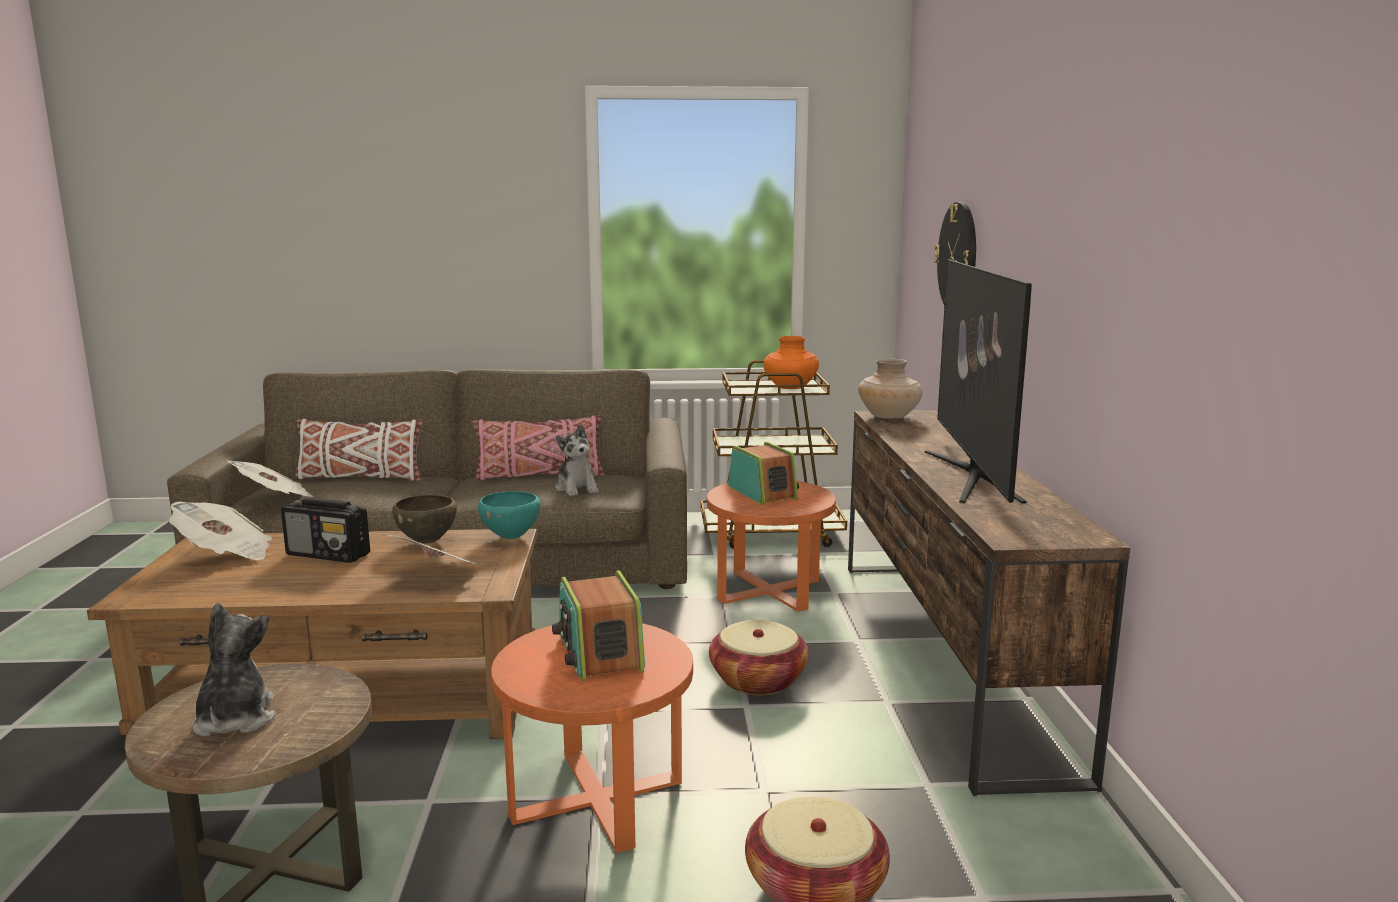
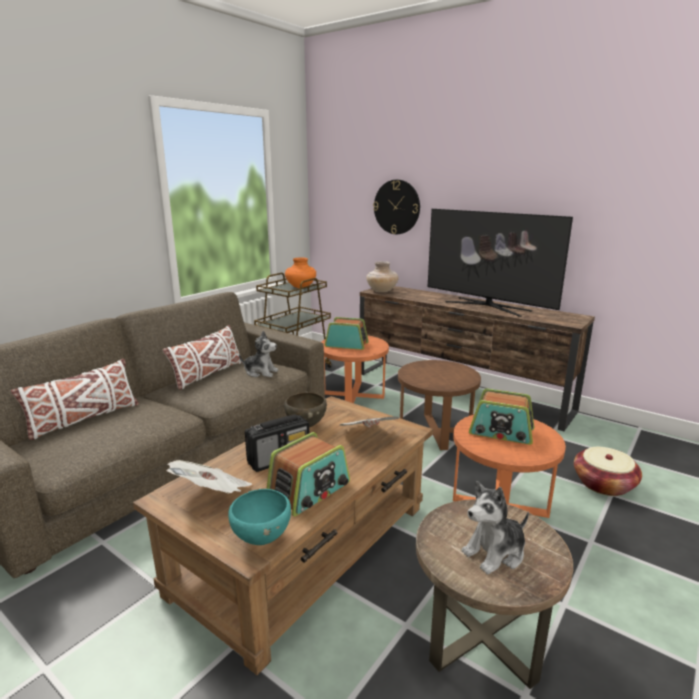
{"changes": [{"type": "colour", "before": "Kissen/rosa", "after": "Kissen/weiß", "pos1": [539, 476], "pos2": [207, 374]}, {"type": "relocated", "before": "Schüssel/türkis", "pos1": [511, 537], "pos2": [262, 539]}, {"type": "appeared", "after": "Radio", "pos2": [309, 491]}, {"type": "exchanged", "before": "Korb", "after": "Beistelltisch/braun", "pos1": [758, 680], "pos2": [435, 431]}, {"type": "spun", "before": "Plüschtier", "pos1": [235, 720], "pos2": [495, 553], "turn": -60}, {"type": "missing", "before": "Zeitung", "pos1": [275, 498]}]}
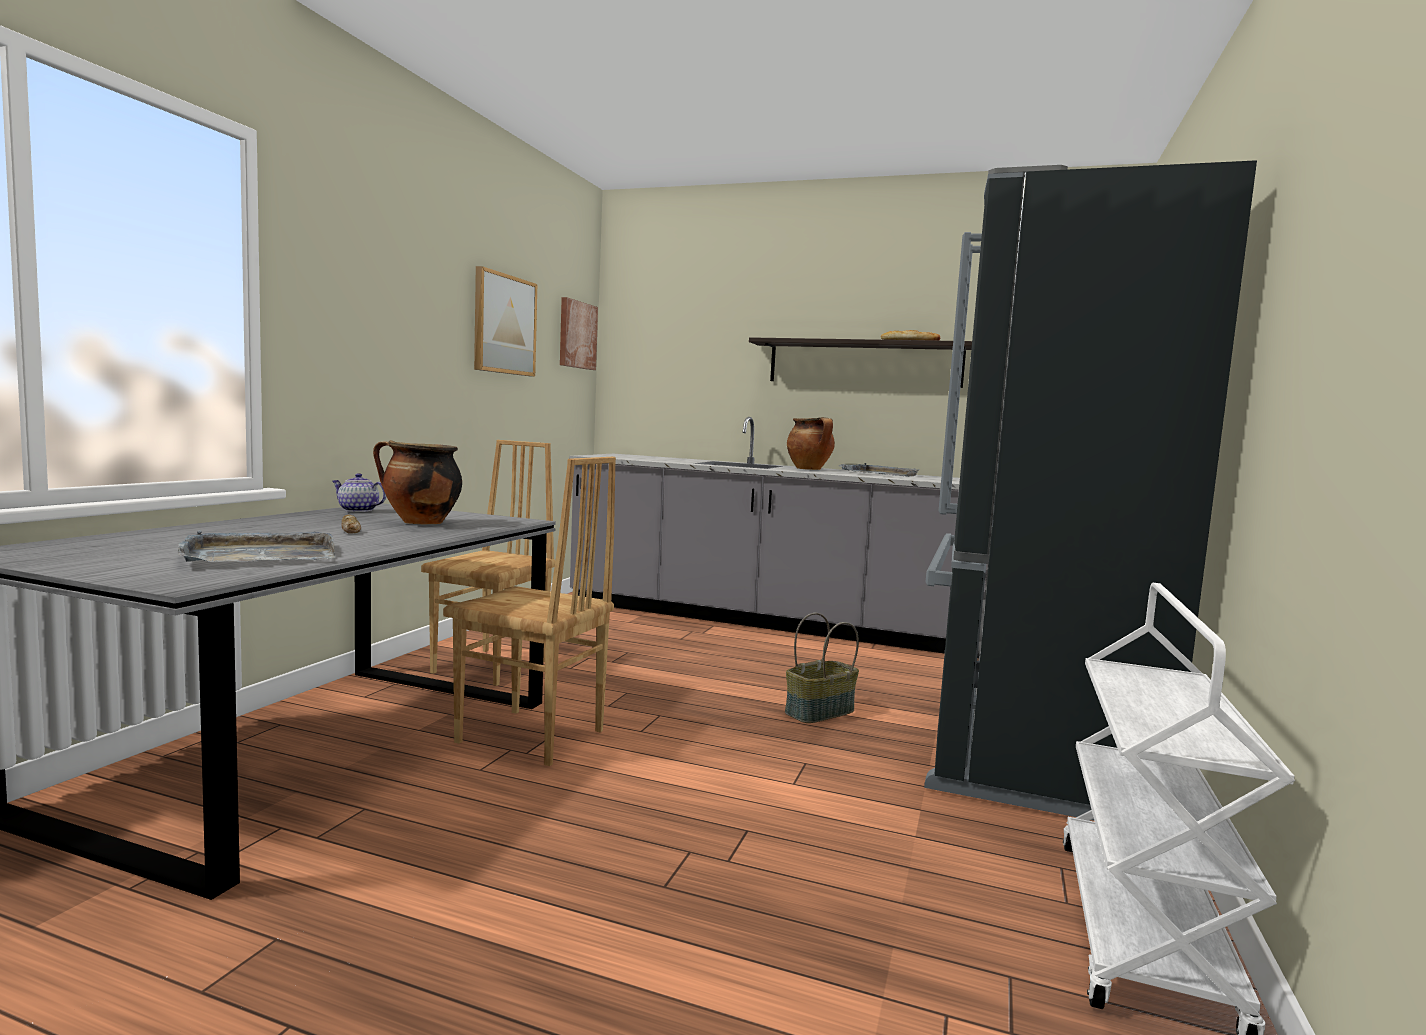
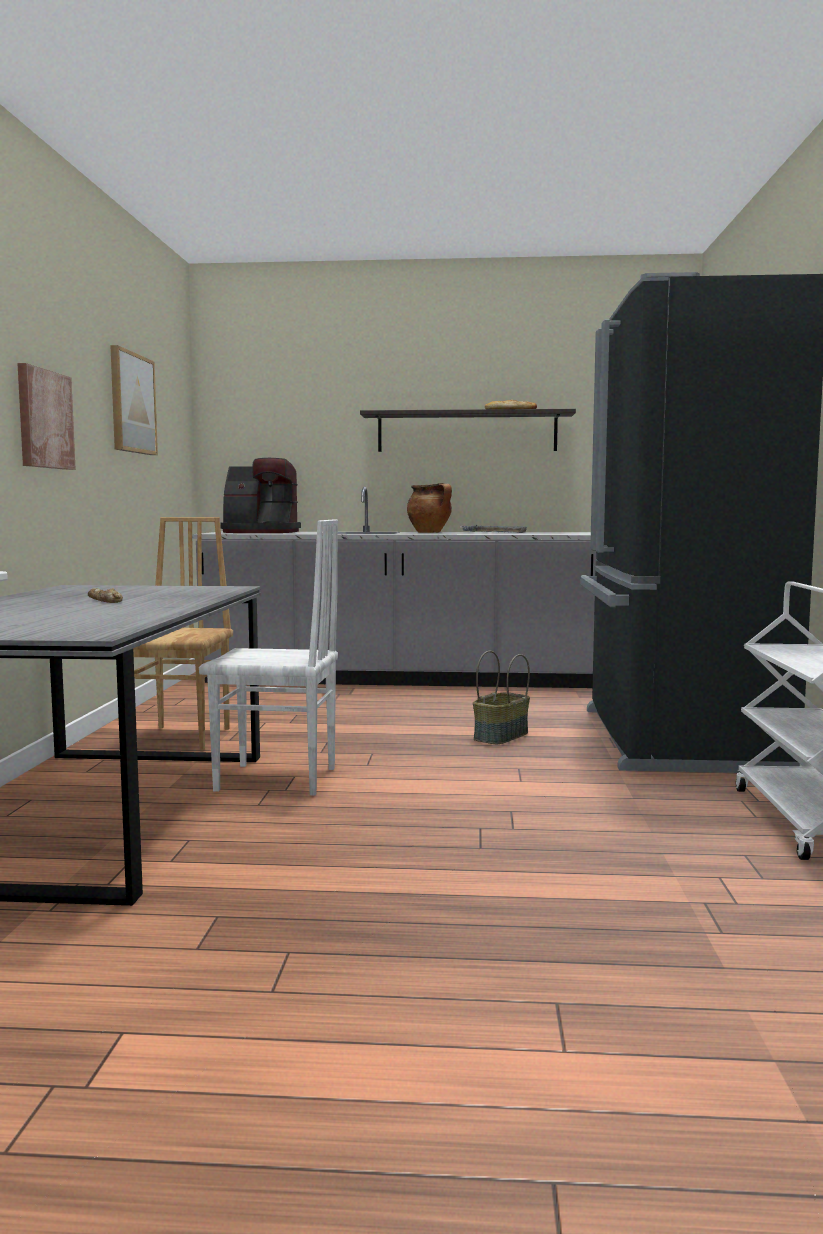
{"changes": [{"type": "relocated", "before": "Bild", "pos1": [577, 335], "pos2": [44, 419]}, {"type": "colour", "before": "Stuhl/braun", "after": "Stuhl/weiß", "pos1": [530, 737], "pos2": [277, 780]}, {"type": "appeared", "after": "Kaffeemaschine", "pos2": [260, 532]}, {"type": "missing", "before": "Tablett/grau", "pos1": [259, 555]}, {"type": "missing", "before": "Teekanne", "pos1": [357, 510]}, {"type": "missing", "before": "Kochtopf", "pos1": [420, 522]}]}
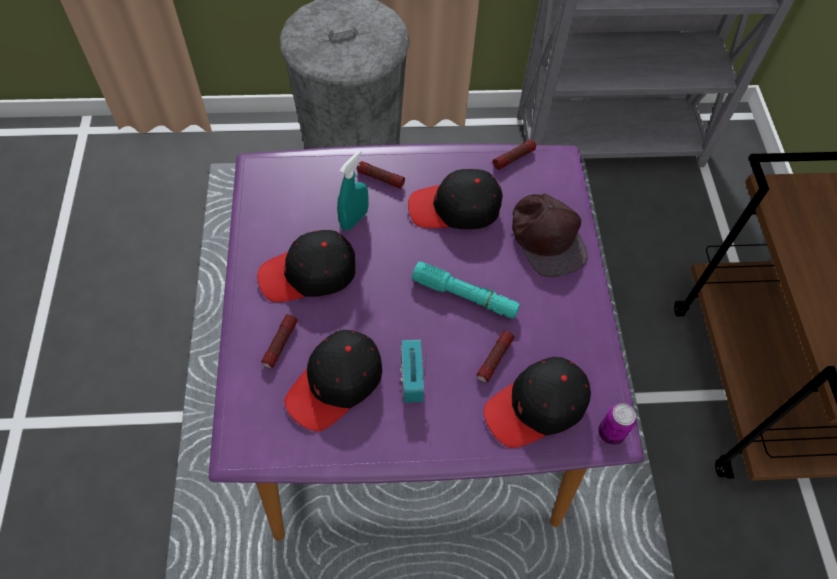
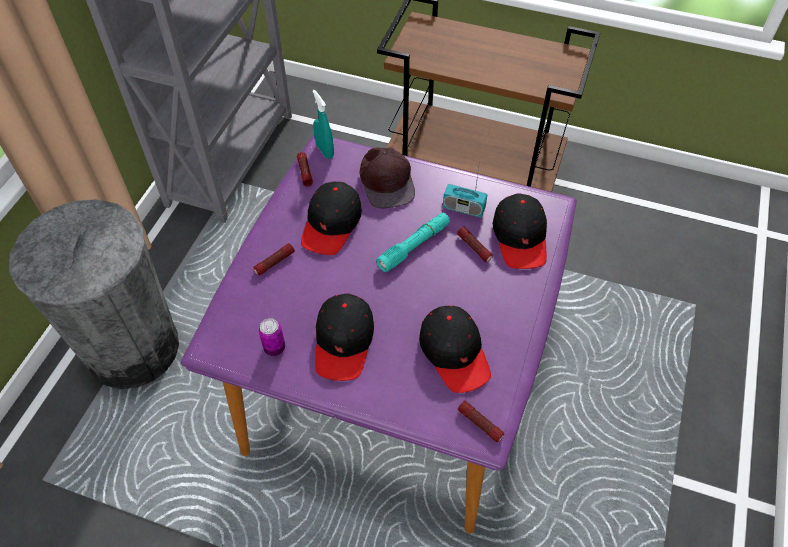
{"changes": [{"type": "relocated", "before": "Dose", "pos1": [610, 433], "pos2": [274, 348]}, {"type": "relocated", "before": "Sprühflasche/türkis", "pos1": [354, 219], "pos2": [325, 151]}, {"type": "spun", "before": "Kappe/braun", "pos1": [547, 237], "pos2": [387, 180], "turn": 75}, {"type": "relocated", "before": "Radio", "pos1": [411, 377], "pos2": [463, 208]}, {"type": "relocated", "before": "Taschenlampe", "pos1": [280, 344], "pos2": [480, 424]}]}
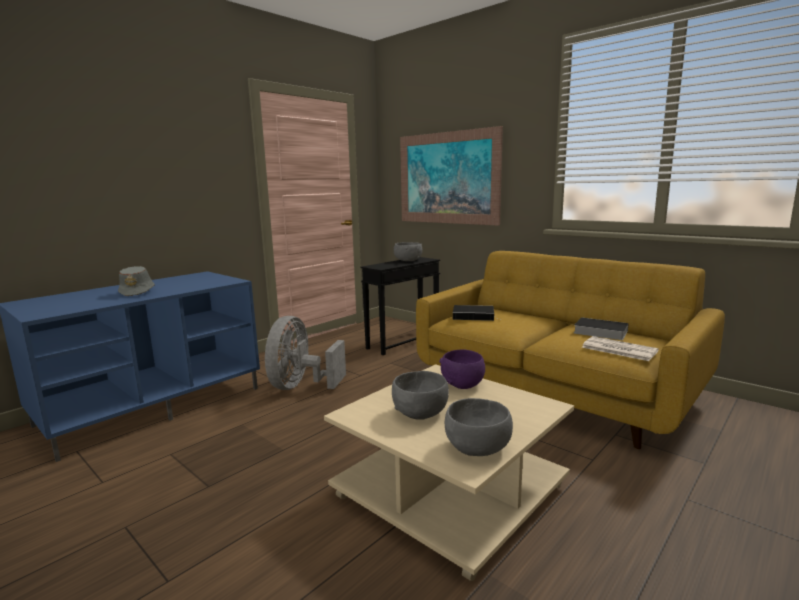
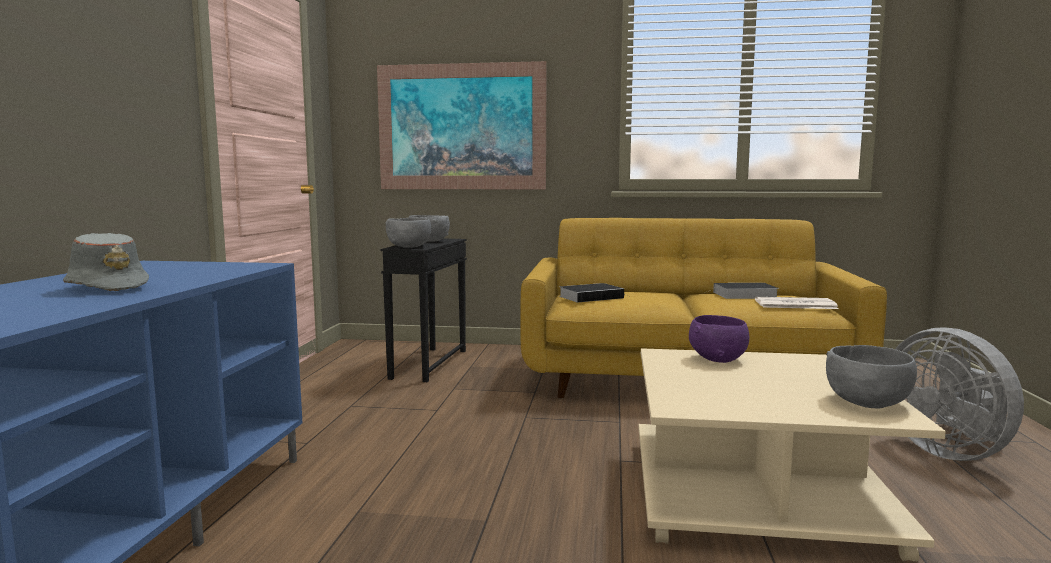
{"changes": [{"type": "relocated", "before": "Schüssel/grau", "pos1": [421, 413], "pos2": [409, 247]}, {"type": "relocated", "before": "Ventilator/grau", "pos1": [301, 386], "pos2": [948, 451]}]}
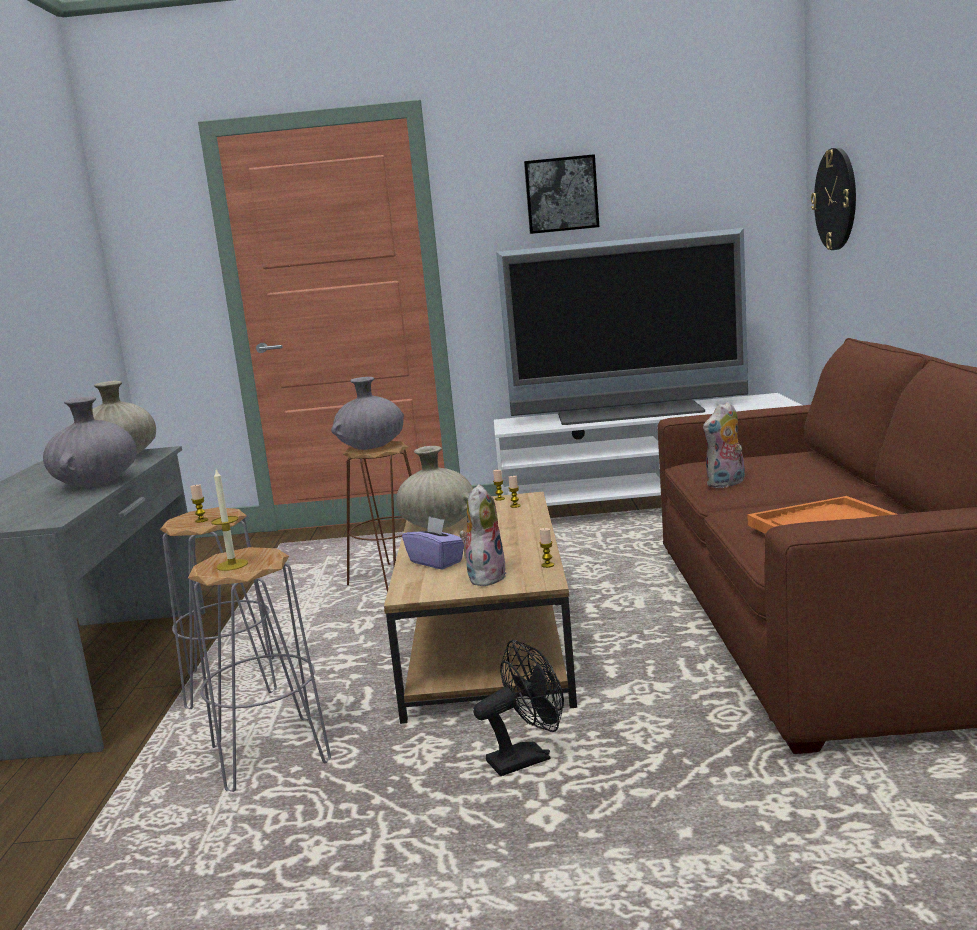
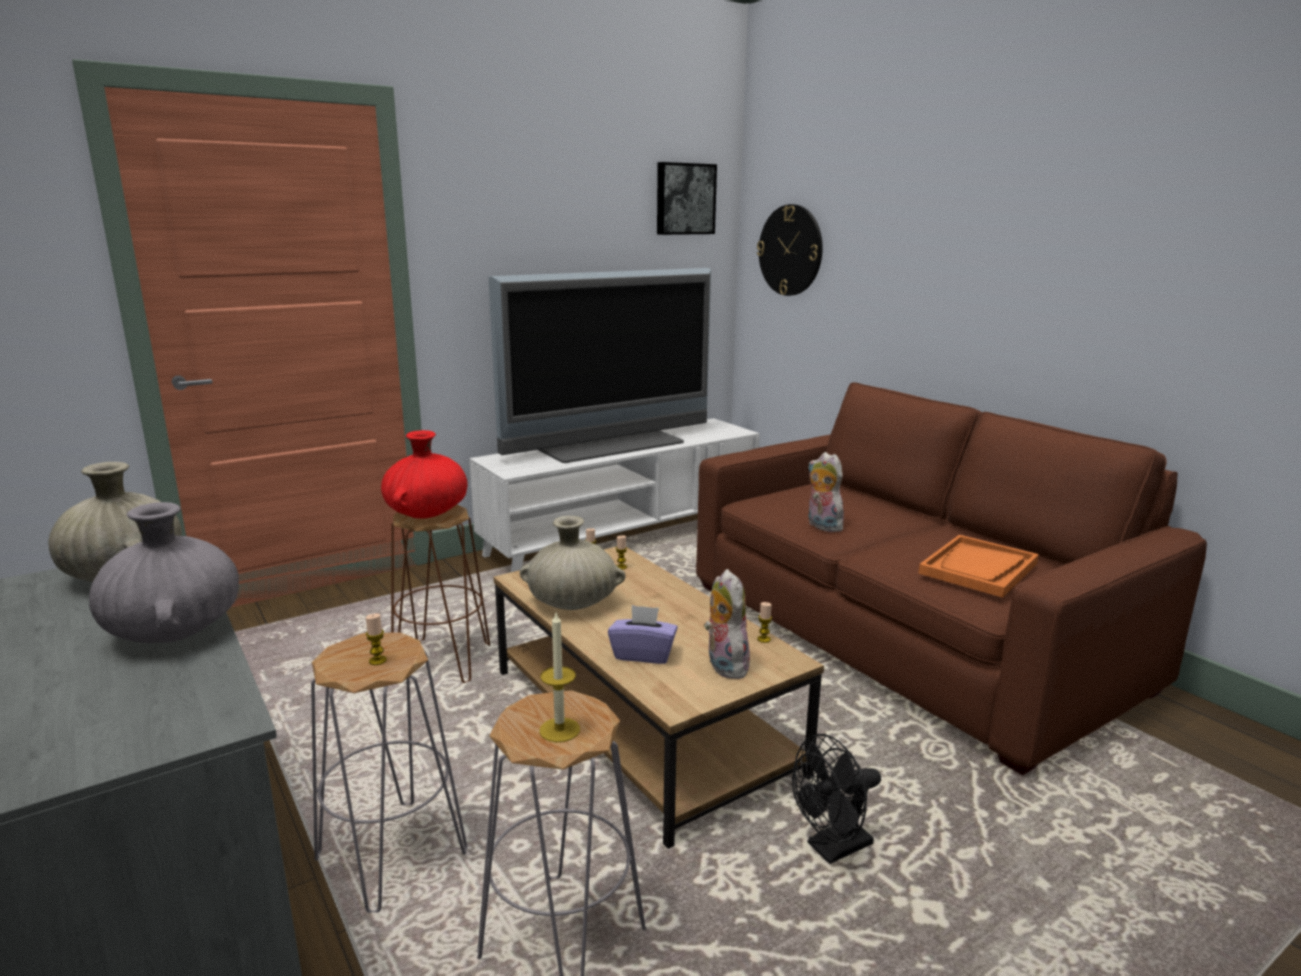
{"changes": [{"type": "colour", "before": "Vase/grau", "after": "Vase/rot", "pos1": [372, 447], "pos2": [427, 513]}, {"type": "relocated", "before": "Bild", "pos1": [561, 194], "pos2": [684, 199]}, {"type": "spun", "before": "Ventilator/schwarz", "pos1": [527, 758], "pos2": [832, 849], "turn": -150}, {"type": "spun", "before": "Plüschtier", "pos1": [726, 484], "pos2": [821, 526], "turn": 120}]}
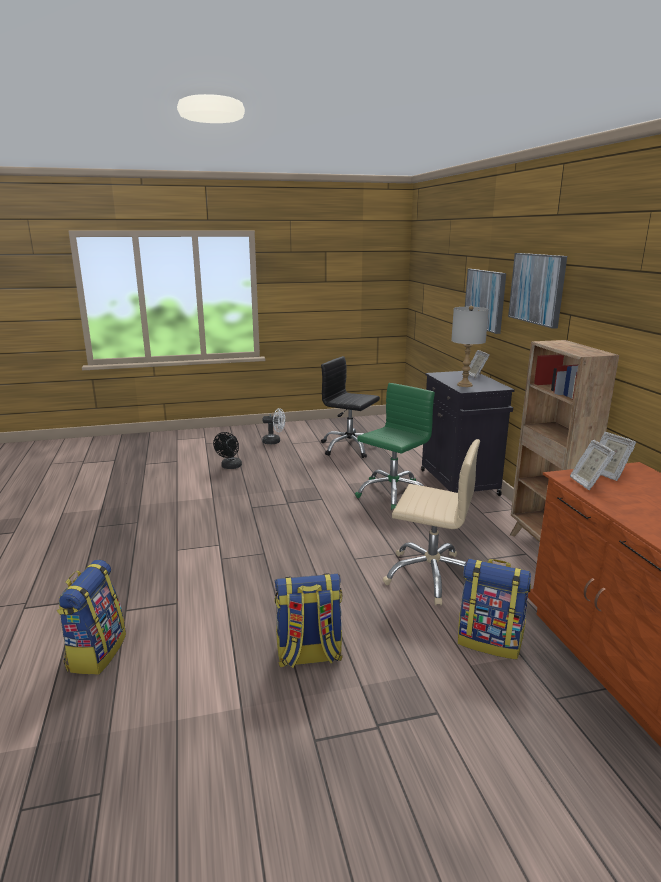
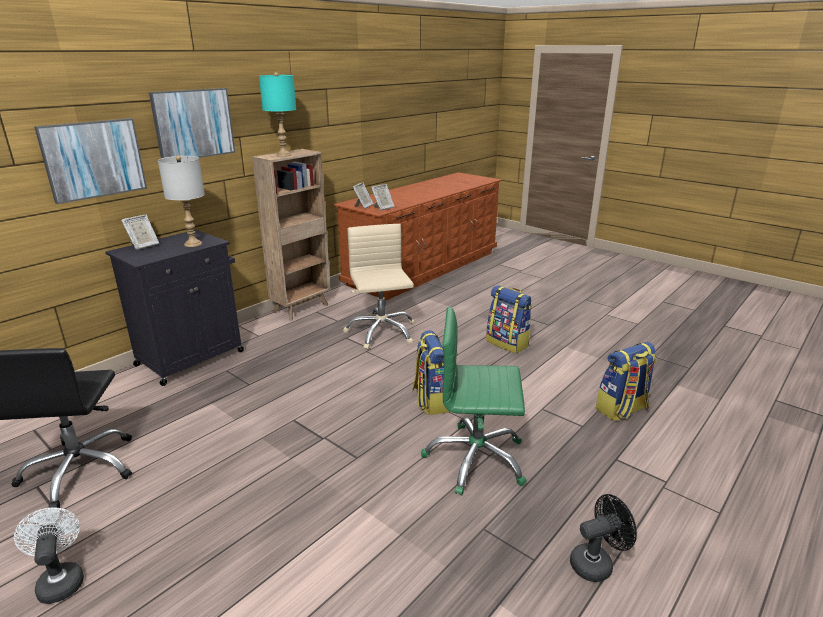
{"changes": [{"type": "appeared", "after": "Tischlampe/türkis", "pos2": [283, 155]}, {"type": "relocated", "before": "Rucksack", "pos1": [490, 641], "pos2": [431, 401]}, {"type": "relocated", "before": "Bürostuhl/grün", "pos1": [392, 493], "pos2": [475, 459]}, {"type": "relocated", "before": "Ventilator/schwarz", "pos1": [230, 467], "pos2": [596, 563]}]}
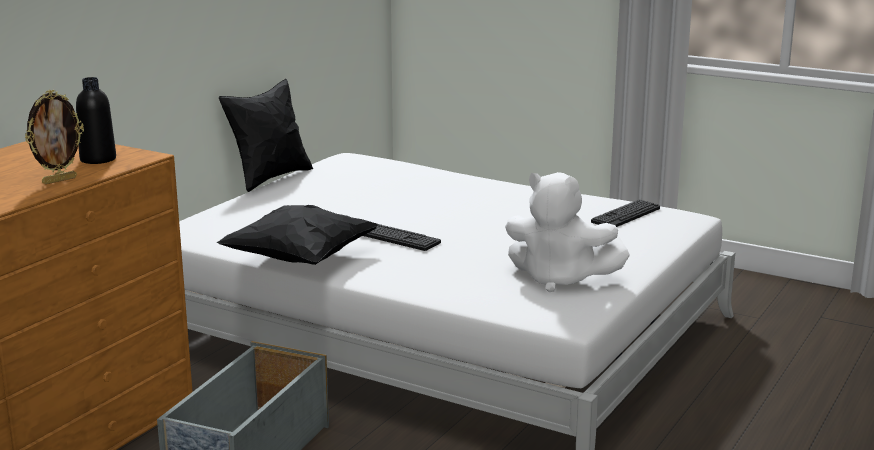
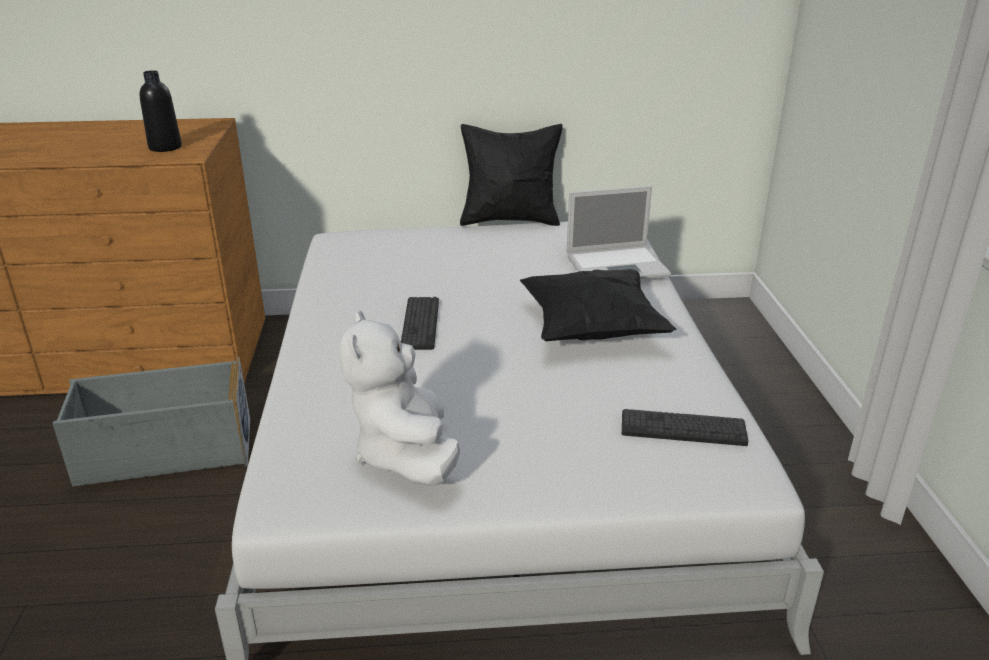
{"changes": [{"type": "relocated", "before": "Kissen/schwarz", "pos1": [300, 260], "pos2": [592, 330]}, {"type": "appeared", "after": "Laptop", "pos2": [619, 265]}, {"type": "missing", "before": "Bilderrahmen", "pos1": [59, 180]}]}
